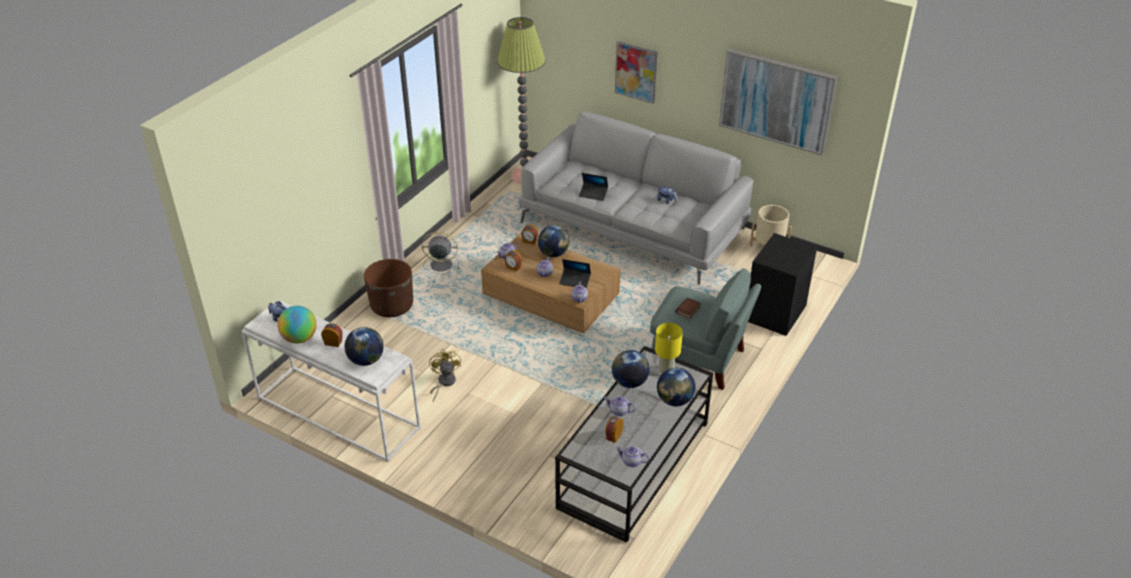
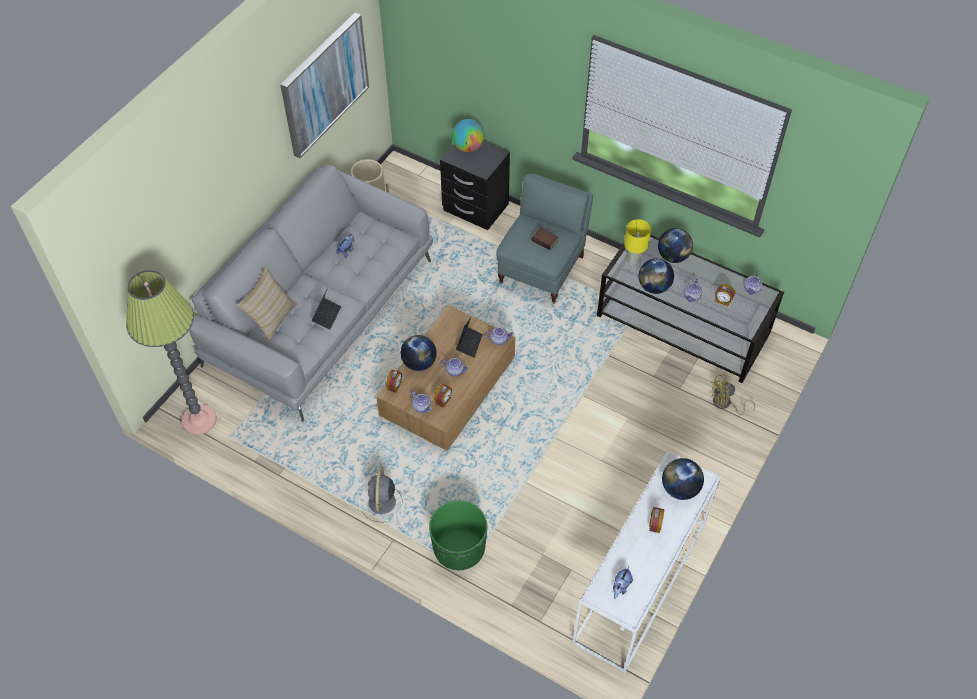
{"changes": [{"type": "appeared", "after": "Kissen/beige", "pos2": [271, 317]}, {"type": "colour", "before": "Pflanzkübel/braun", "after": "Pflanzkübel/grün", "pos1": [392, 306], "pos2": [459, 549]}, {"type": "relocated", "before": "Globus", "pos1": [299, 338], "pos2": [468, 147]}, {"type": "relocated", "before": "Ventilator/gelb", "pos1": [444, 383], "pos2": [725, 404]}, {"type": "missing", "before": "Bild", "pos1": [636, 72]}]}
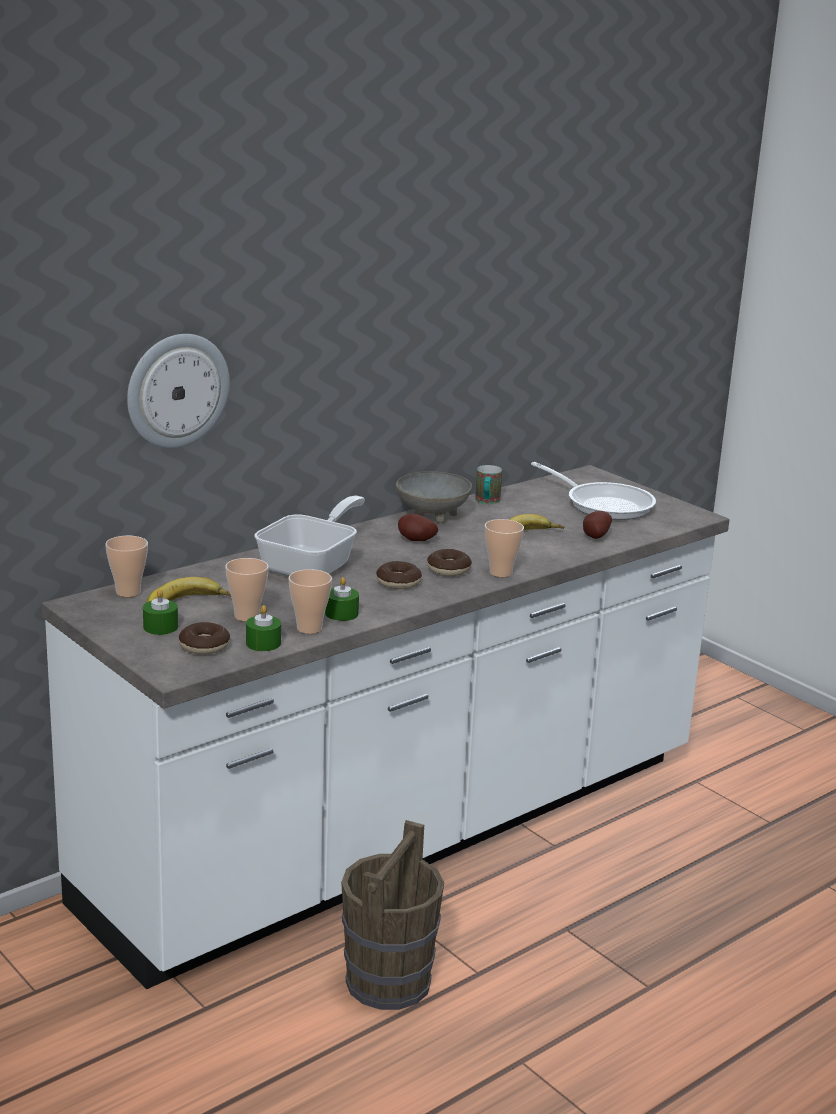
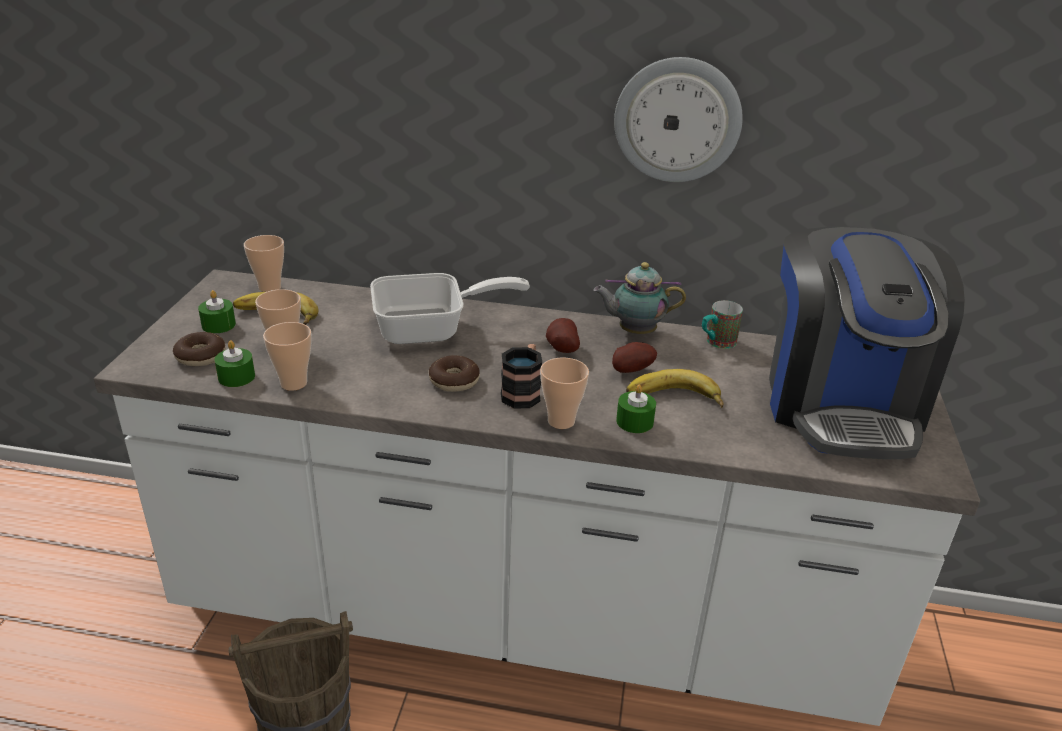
{"changes": [{"type": "exchanged", "before": "Donut", "after": "Henkelbecher", "pos1": [448, 570], "pos2": [523, 392]}, {"type": "exchanged", "before": "Schüssel/grau", "after": "Teekanne", "pos1": [432, 515], "pos2": [634, 332]}, {"type": "relocated", "before": "Kartoffel", "pos1": [594, 537], "pos2": [630, 370]}, {"type": "relocated", "before": "Wanduhr", "pos1": [177, 390], "pos2": [677, 120]}, {"type": "relocated", "before": "Kerze/grün", "pos1": [341, 613], "pos2": [634, 422]}, {"type": "exchanged", "before": "Pfanne", "after": "Kaffeemaschine", "pos1": [603, 504], "pos2": [841, 403]}]}
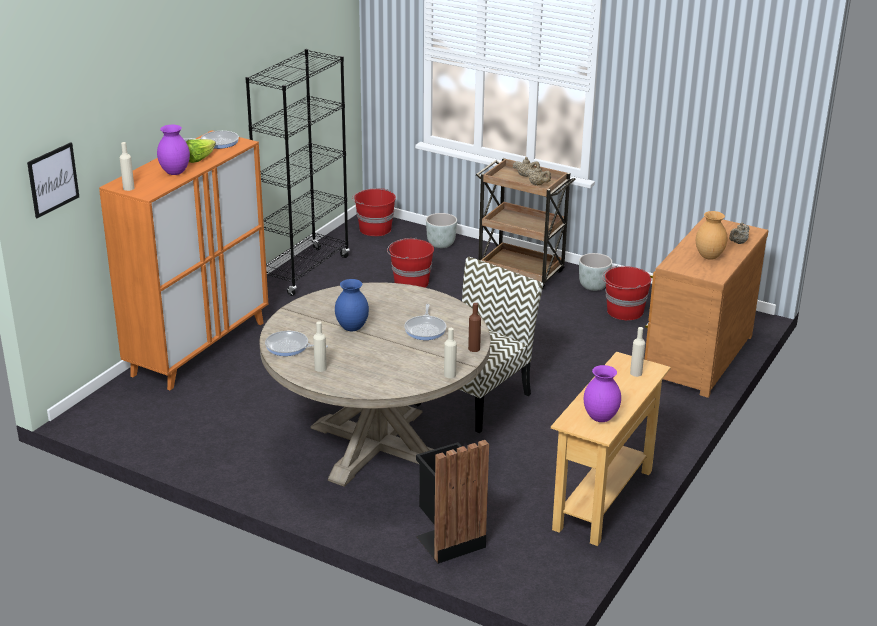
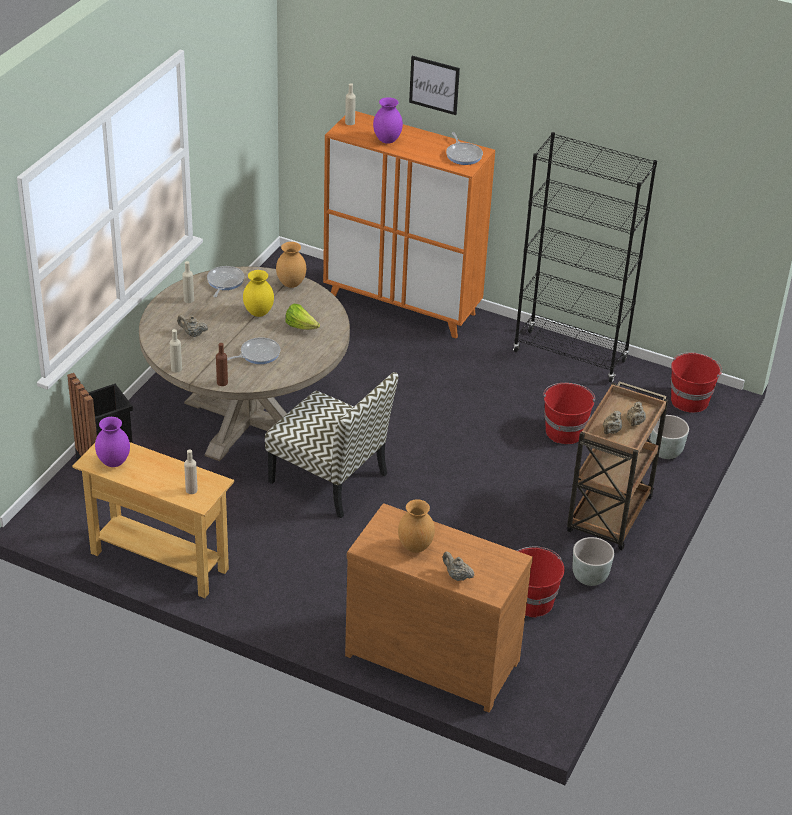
{"changes": [{"type": "appeared", "after": "Teekanne/beige", "pos2": [192, 334]}, {"type": "spun", "before": "Pfanne", "pos1": [425, 329], "pos2": [257, 354], "turn": 150}, {"type": "colour", "before": "Vase/blau", "after": "Vase/gelb", "pos1": [352, 328], "pos2": [258, 313]}, {"type": "appeared", "after": "Vase/braun", "pos2": [291, 284]}, {"type": "relocated", "before": "Salatkopf", "pos1": [199, 159], "pos2": [301, 327]}, {"type": "relocated", "before": "Bild", "pos1": [53, 179], "pos2": [434, 85]}]}
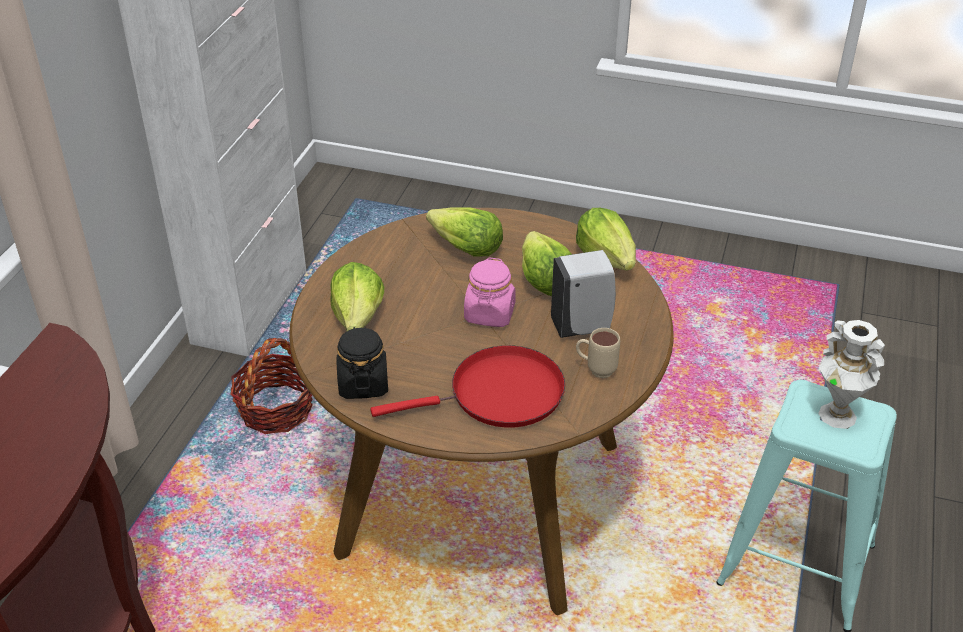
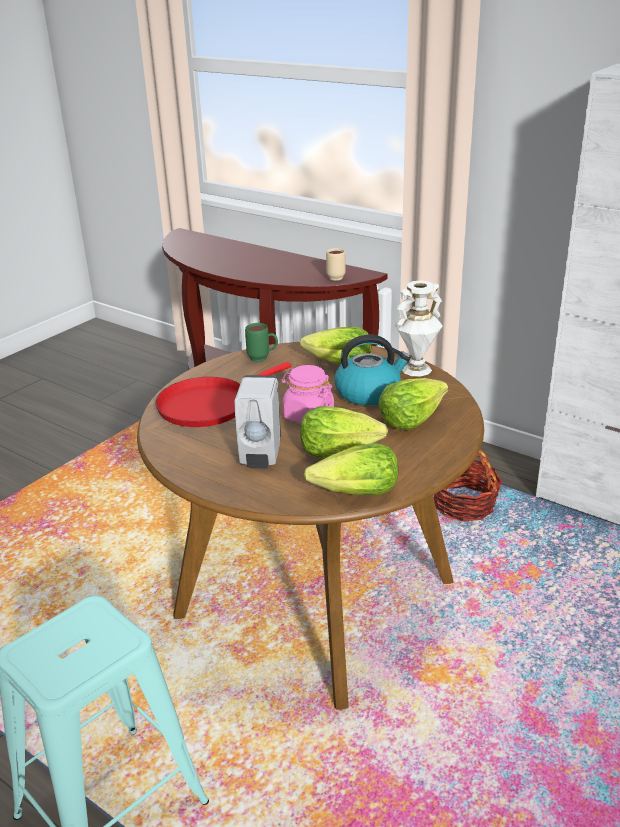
{"changes": [{"type": "spun", "before": "Pfanne/rot", "pos1": [499, 395], "pos2": [209, 405], "turn": 45}, {"type": "exchanged", "before": "Vorratsglas/schwarz", "after": "Henkelbecher/grün", "pos1": [363, 383], "pos2": [263, 359]}, {"type": "relocated", "before": "Henkelbecher/beige", "pos1": [595, 370], "pos2": [338, 277]}, {"type": "appeared", "after": "Wasserkessel", "pos2": [368, 392]}, {"type": "relocated", "before": "Vase/weiß", "pos1": [838, 415], "pos2": [417, 370]}]}
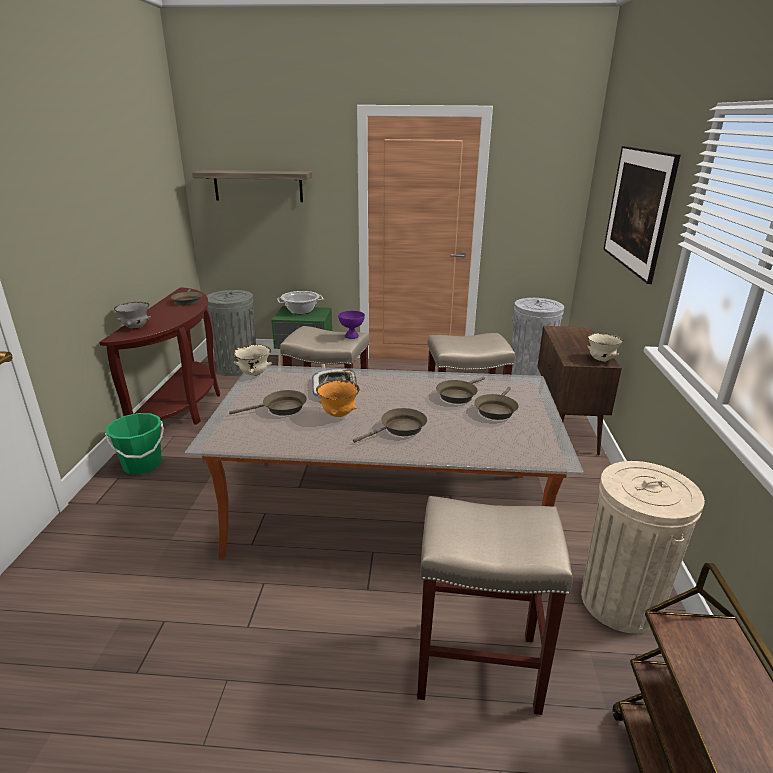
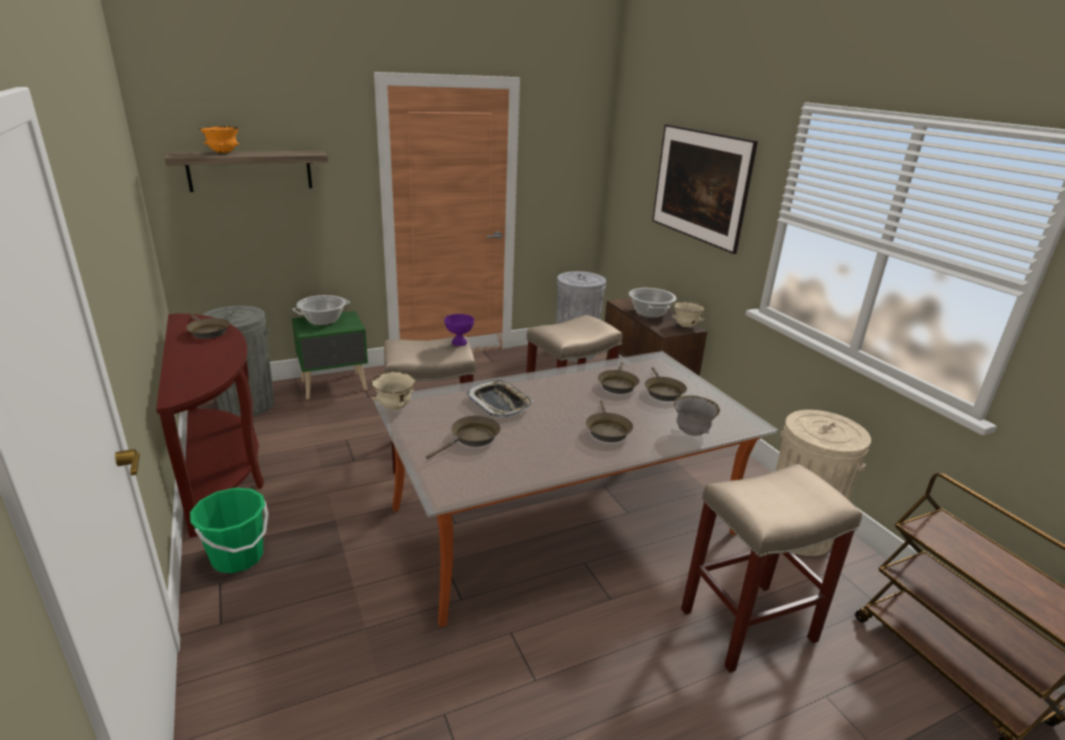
{"changes": [{"type": "relocated", "before": "Schüssel/orange", "pos1": [338, 414], "pos2": [223, 153]}, {"type": "spun", "before": "Pfanne/braun", "pos1": [400, 429], "pos2": [607, 430], "turn": 150}, {"type": "appeared", "after": "Kochtopf", "pos2": [649, 313]}, {"type": "relocated", "before": "Schüssel/grau", "pos1": [136, 328], "pos2": [692, 433]}]}
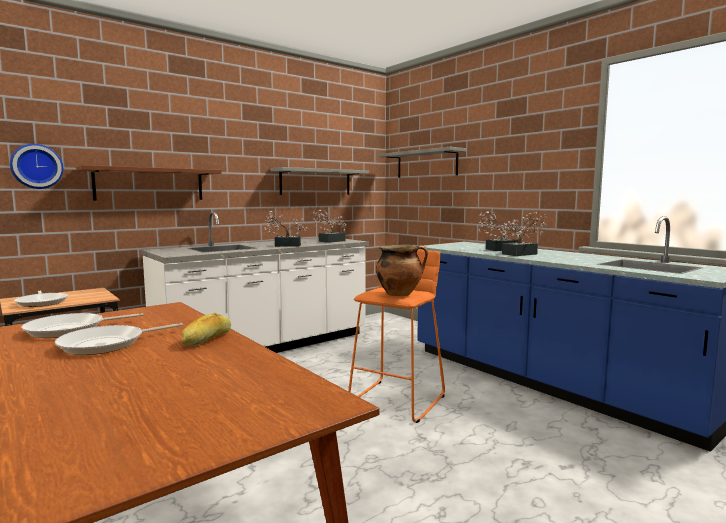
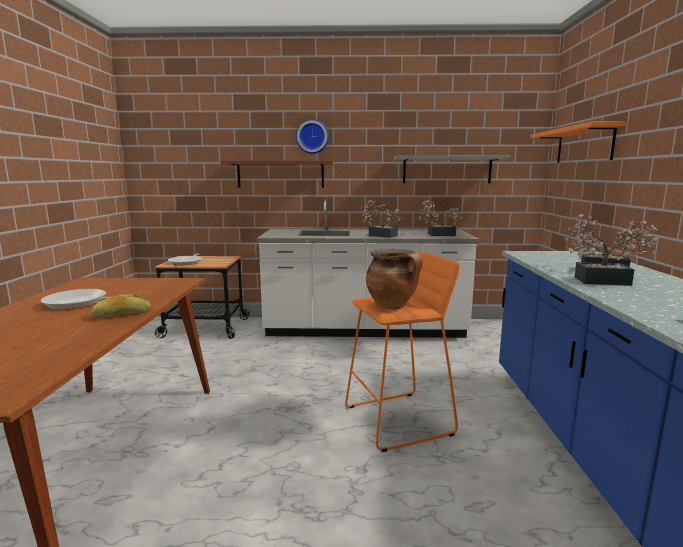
{"changes": [{"type": "relocated", "before": "Wanduhr", "pos1": [36, 166], "pos2": [312, 136]}, {"type": "colour", "before": "Wandregal/grau", "after": "Wandregal/orange", "pos1": [426, 164], "pos2": [584, 145]}, {"type": "missing", "before": "Pfanne", "pos1": [70, 330]}]}
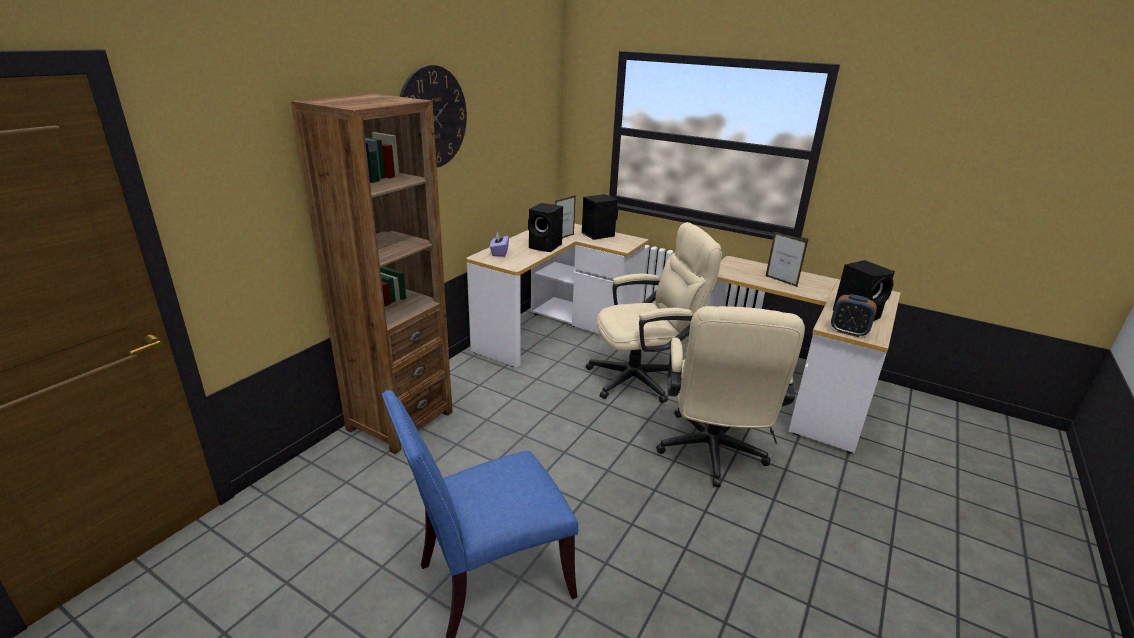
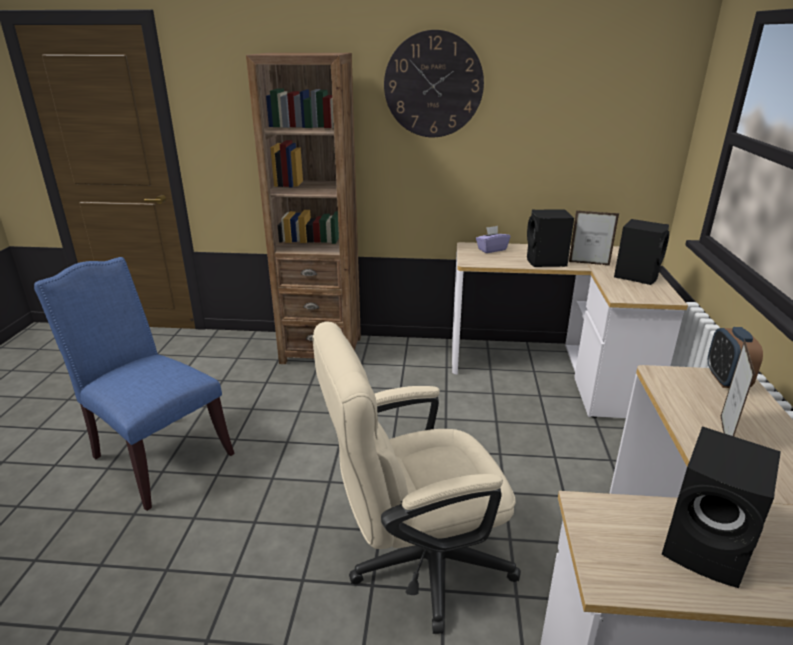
{"changes": [{"type": "relocated", "before": "Wecker", "pos1": [848, 332], "pos2": [726, 380]}, {"type": "missing", "before": "Bürostuhl/beige", "pos1": [643, 378]}]}
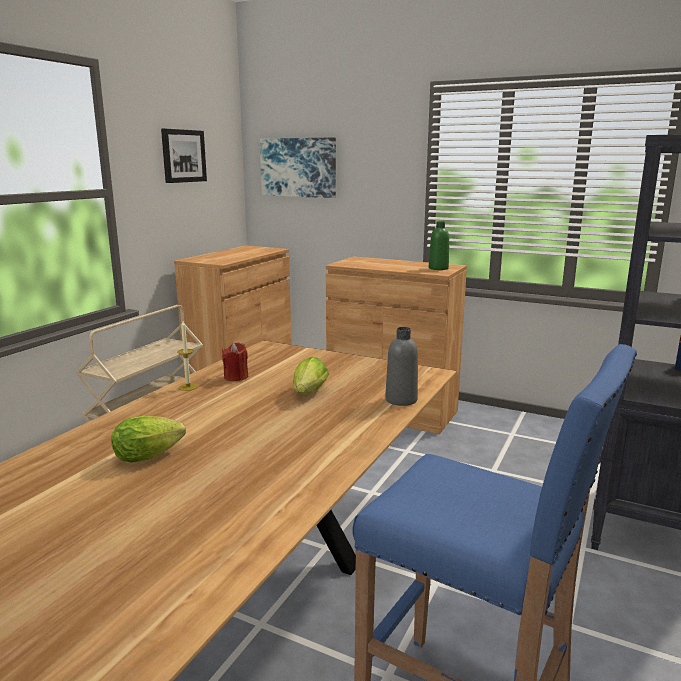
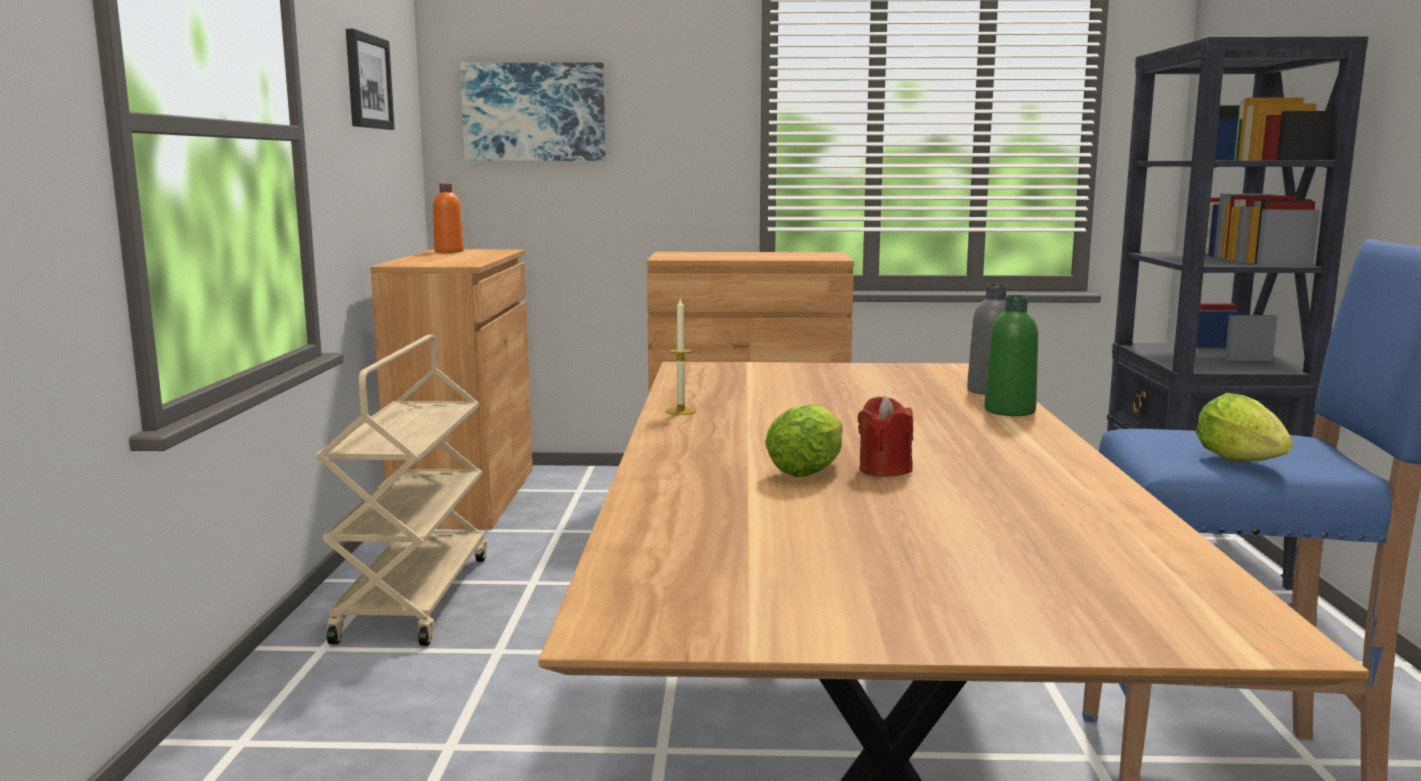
{"changes": [{"type": "appeared", "after": "Flasche/orange", "pos2": [449, 251]}, {"type": "relocated", "before": "Kerze/rot", "pos1": [236, 377], "pos2": [884, 469]}, {"type": "relocated", "before": "Flasche/grün", "pos1": [438, 268], "pos2": [1009, 411]}, {"type": "relocated", "before": "Salatkopf", "pos1": [308, 394], "pos2": [1244, 463]}]}
